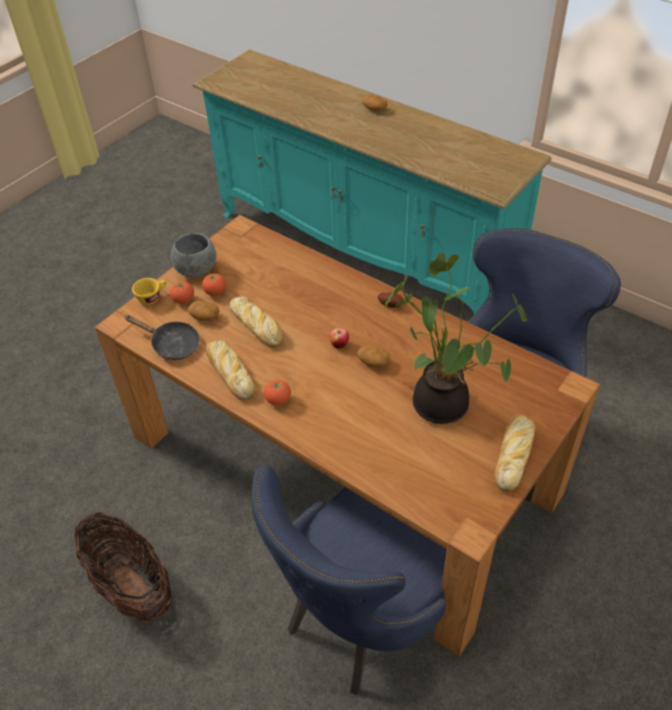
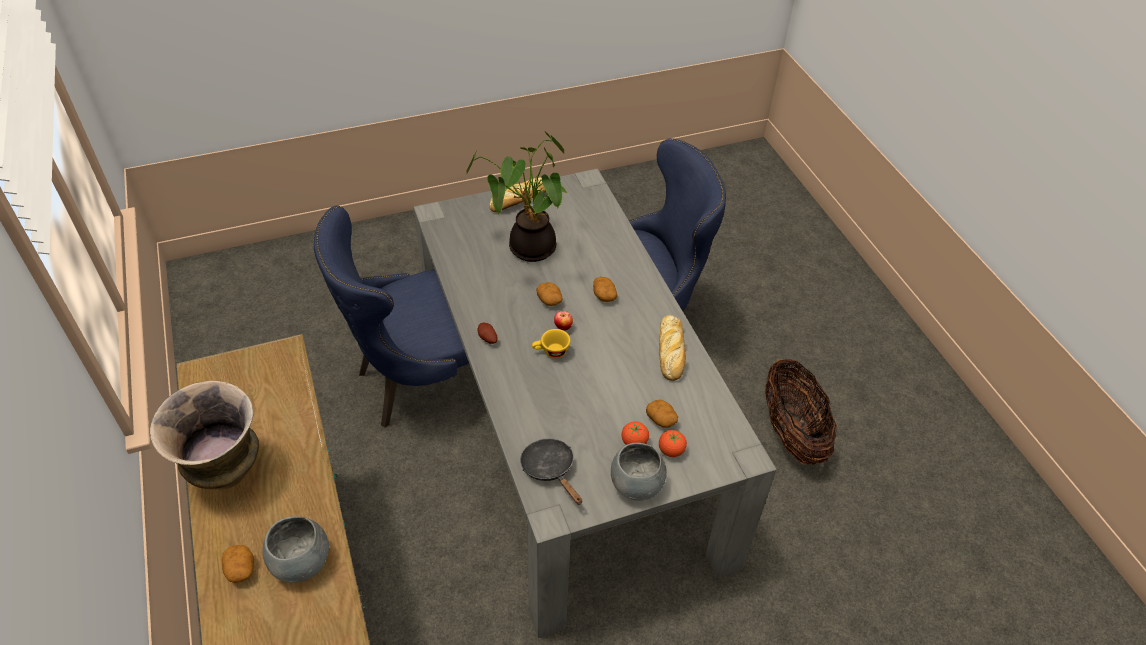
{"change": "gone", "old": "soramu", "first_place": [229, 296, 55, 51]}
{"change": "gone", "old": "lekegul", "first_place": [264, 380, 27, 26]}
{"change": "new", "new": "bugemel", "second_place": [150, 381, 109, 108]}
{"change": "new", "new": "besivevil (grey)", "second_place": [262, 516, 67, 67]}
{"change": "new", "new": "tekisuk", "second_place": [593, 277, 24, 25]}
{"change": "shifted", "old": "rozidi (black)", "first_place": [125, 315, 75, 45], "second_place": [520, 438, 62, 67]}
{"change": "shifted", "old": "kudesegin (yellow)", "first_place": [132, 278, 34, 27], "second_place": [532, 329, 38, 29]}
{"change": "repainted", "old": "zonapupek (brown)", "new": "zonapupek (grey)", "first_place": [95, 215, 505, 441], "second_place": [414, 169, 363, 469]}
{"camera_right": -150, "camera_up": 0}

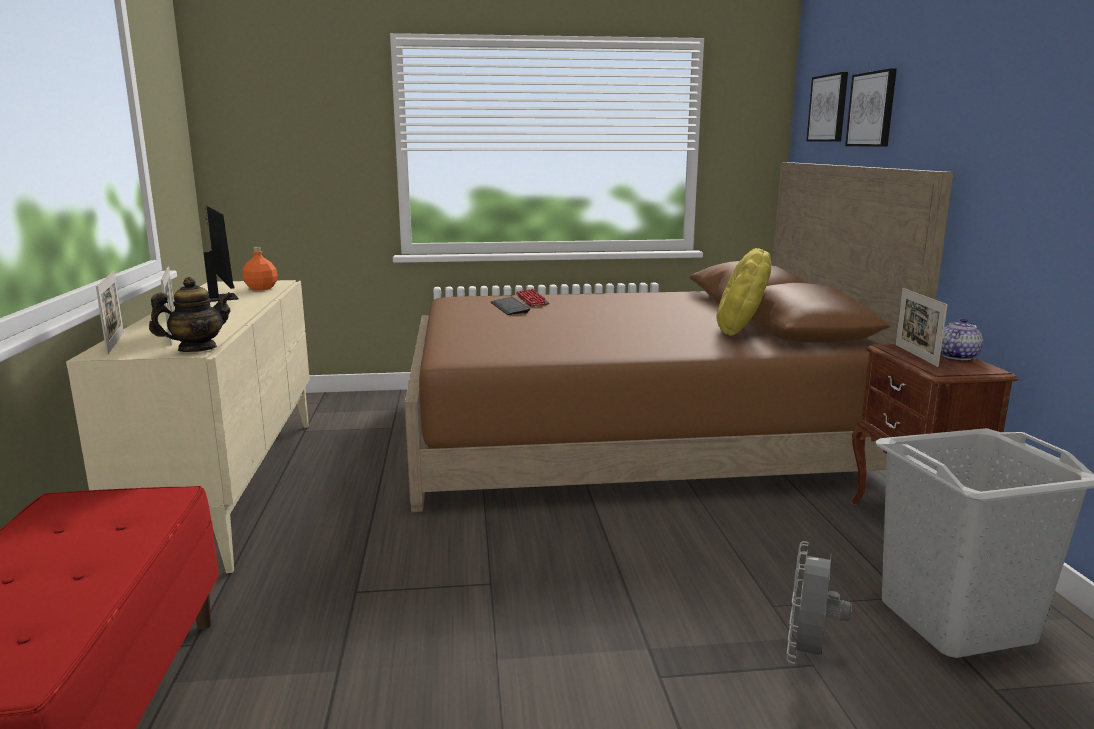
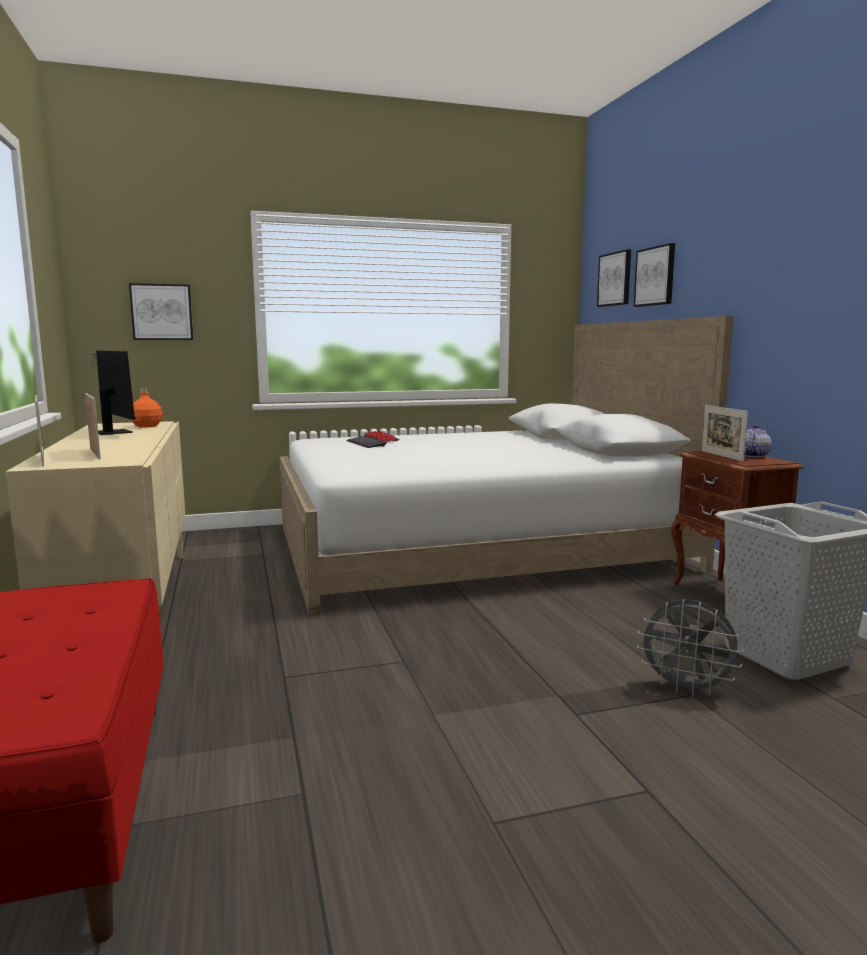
{"change": "gone", "old": "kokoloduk", "first_place": [149, 277, 84, 75]}
{"change": "gone", "old": "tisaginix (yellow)", "first_place": [716, 248, 56, 88]}
{"change": "new", "new": "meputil", "second_place": [129, 283, 64, 57]}
{"change": "repainted", "old": "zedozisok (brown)", "new": "zedozisok (white)", "first_place": [405, 162, 549, 350], "second_place": [280, 316, 454, 299]}
{"change": "rotated", "old": "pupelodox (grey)", "first_place": [787, 541, 65, 123], "second_place": [637, 599, 106, 98], "degrees": -75}
{"camera_right": -10, "camera_up": -5}

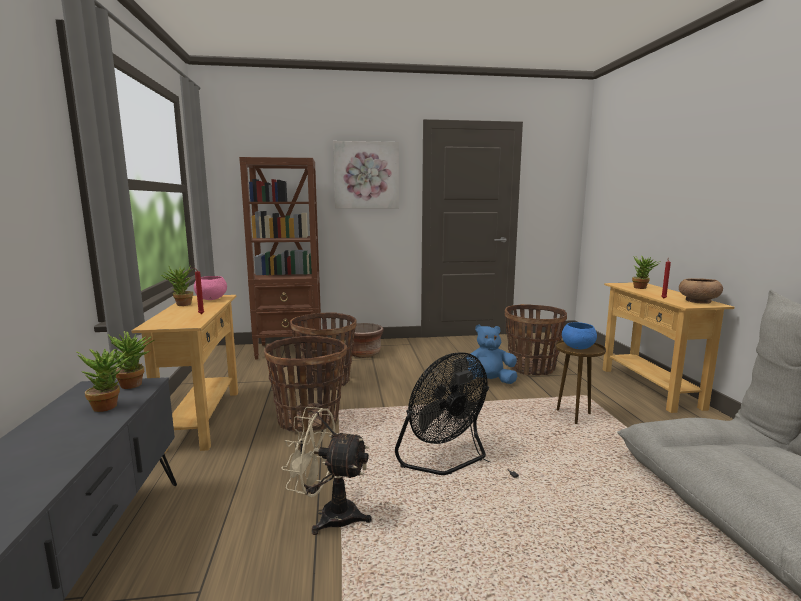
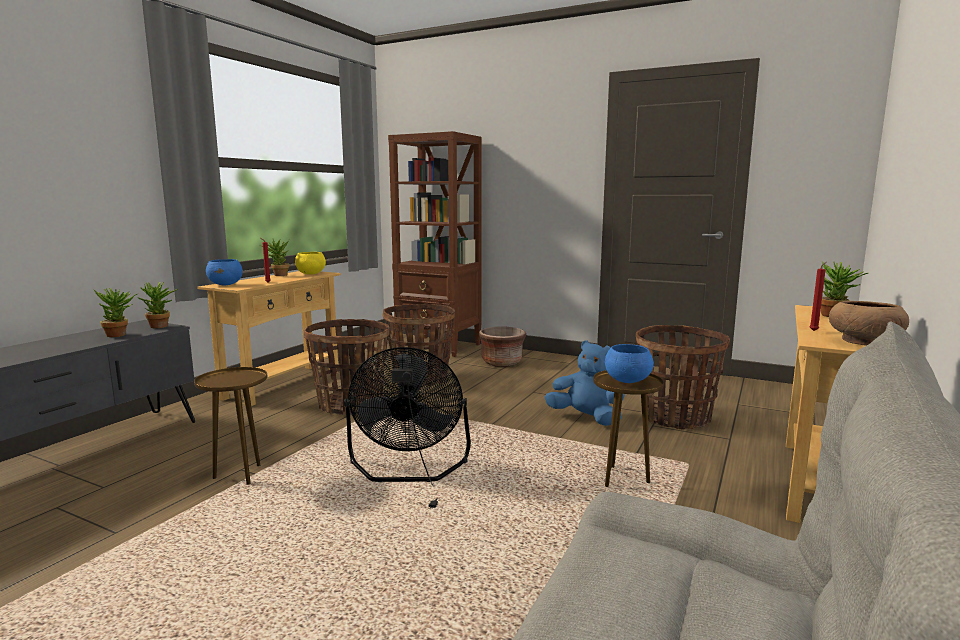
{"change": "gone", "old": "meputil", "first_place": [333, 141, 66, 67]}
{"change": "new", "new": "besivevil (blue)", "second_place": [206, 259, 37, 26]}
{"change": "swapped", "old": "pupelodox (beige)", "new": "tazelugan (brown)", "first_place": [281, 407, 91, 128], "second_place": [194, 367, 73, 118]}
{"change": "repainted", "old": "besivevil (pink)", "new": "besivevil (yellow)", "first_place": [194, 276, 33, 24], "second_place": [295, 252, 31, 23]}
{"camera_right": 35, "camera_up": 0}

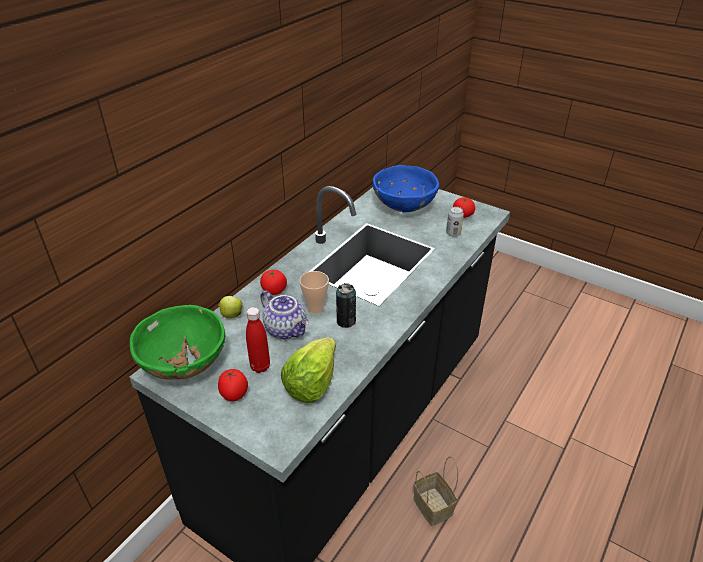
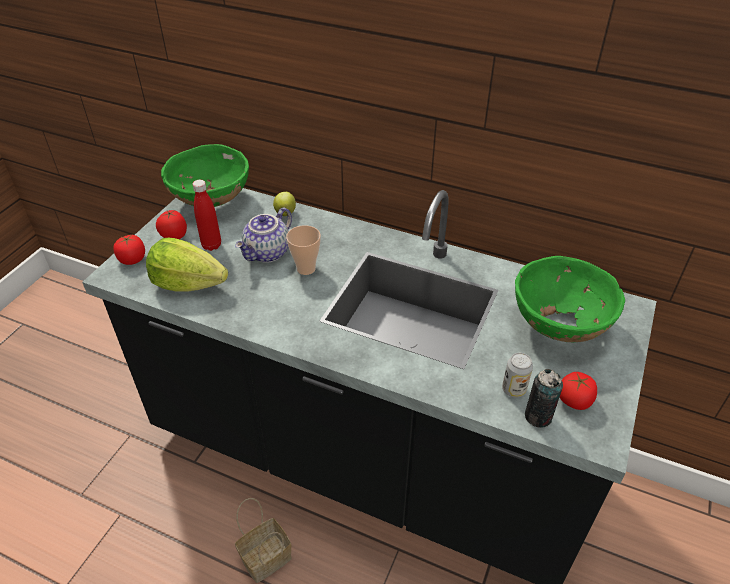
{"change": "shifted", "old": "lekegul", "first_place": [260, 269, 27, 26], "second_place": [114, 234, 31, 31]}
{"change": "shifted", "old": "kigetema", "first_place": [336, 283, 20, 45], "second_place": [525, 369, 38, 59]}
{"change": "repainted", "old": "besivevil (blue)", "new": "besivevil (green)", "first_place": [373, 165, 66, 48], "second_place": [515, 256, 110, 86]}
{"camera_right": 80, "camera_up": 5}

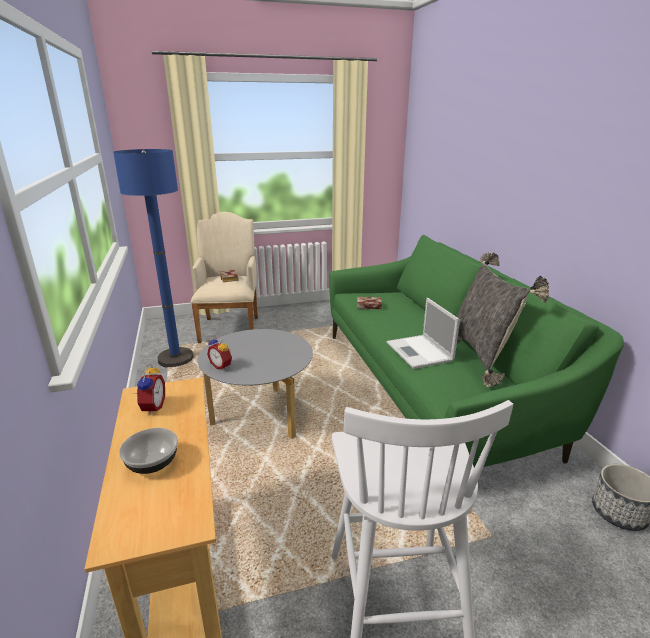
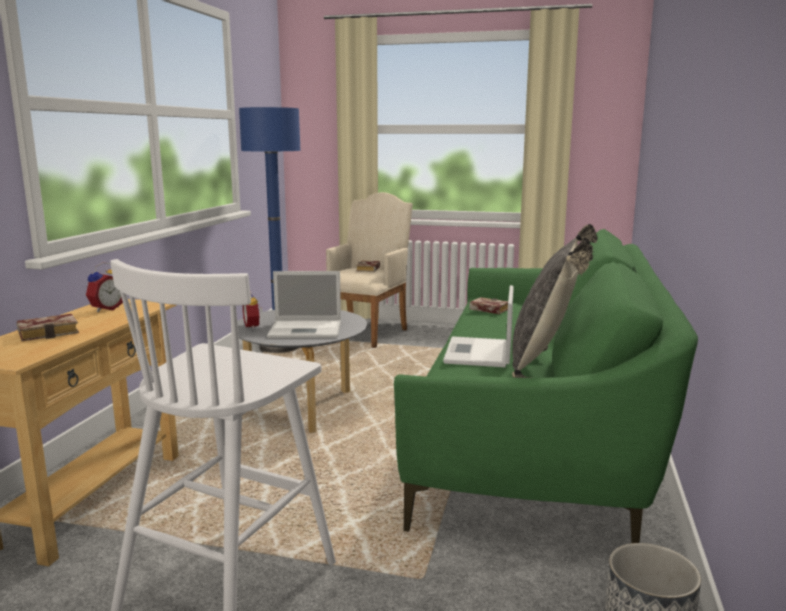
{"change": "new", "new": "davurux", "second_place": [267, 271, 74, 67]}
{"change": "swapped", "old": "besivevil", "new": "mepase", "first_place": [119, 428, 59, 46], "second_place": [17, 314, 62, 27]}
{"camera_right": 30, "camera_up": -10}

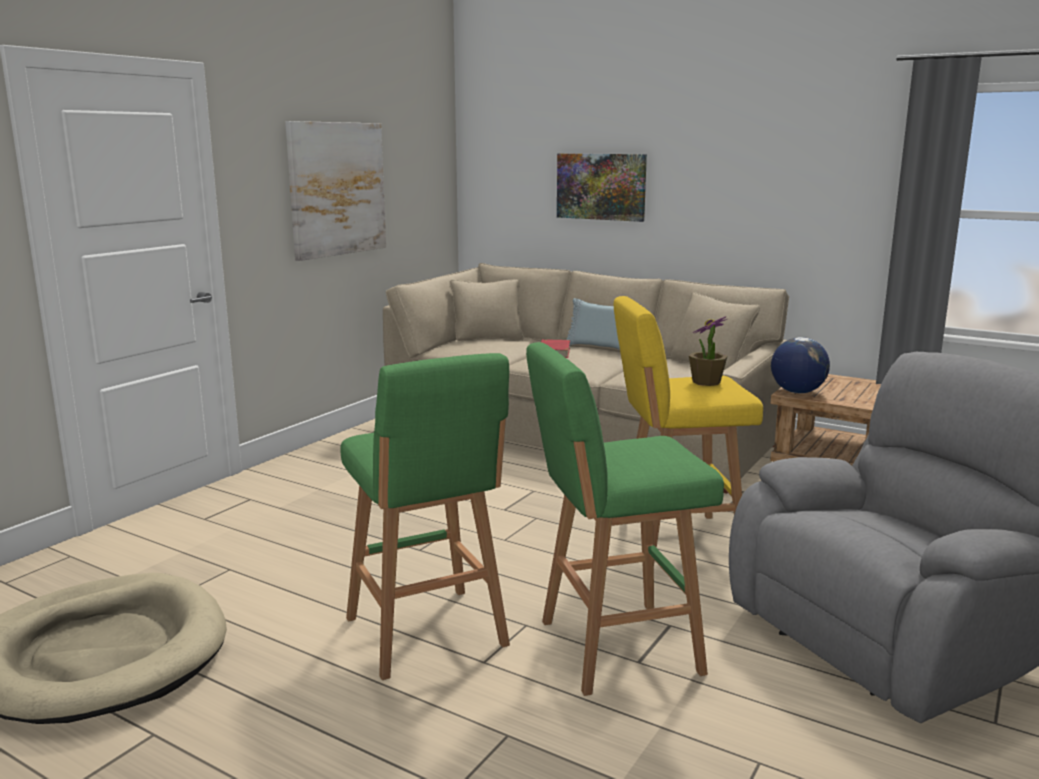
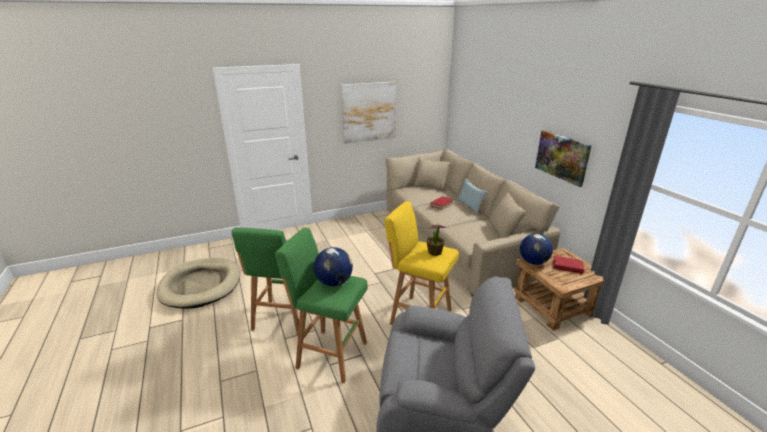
{"change": "new", "new": "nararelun", "second_place": [314, 247, 39, 39]}
{"change": "new", "new": "mepase (red)", "second_place": [553, 256, 35, 18]}
{"change": "shifted", "old": "meputil", "first_place": [557, 154, 90, 68], "second_place": [535, 130, 57, 57]}
{"camera_right": 35, "camera_up": 10}

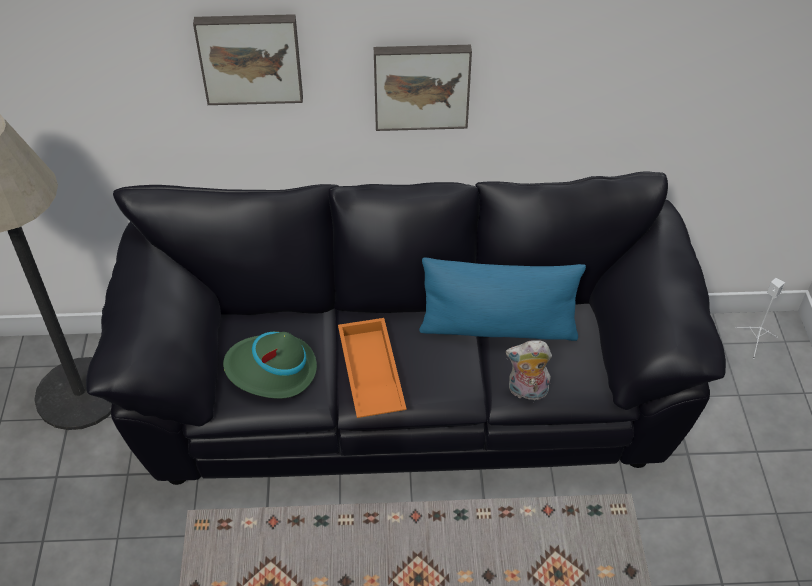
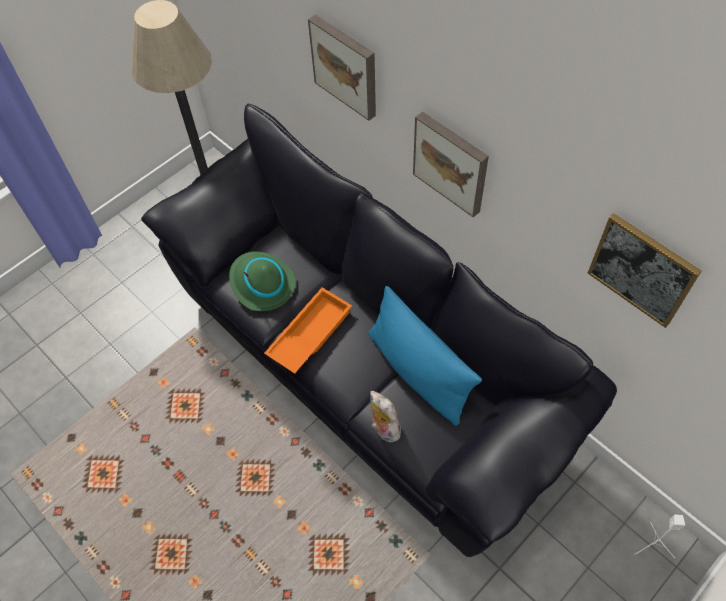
{"change": "new", "new": "meputil", "second_place": [588, 213, 114, 115]}
{"camera_right": 50, "camera_up": 10}

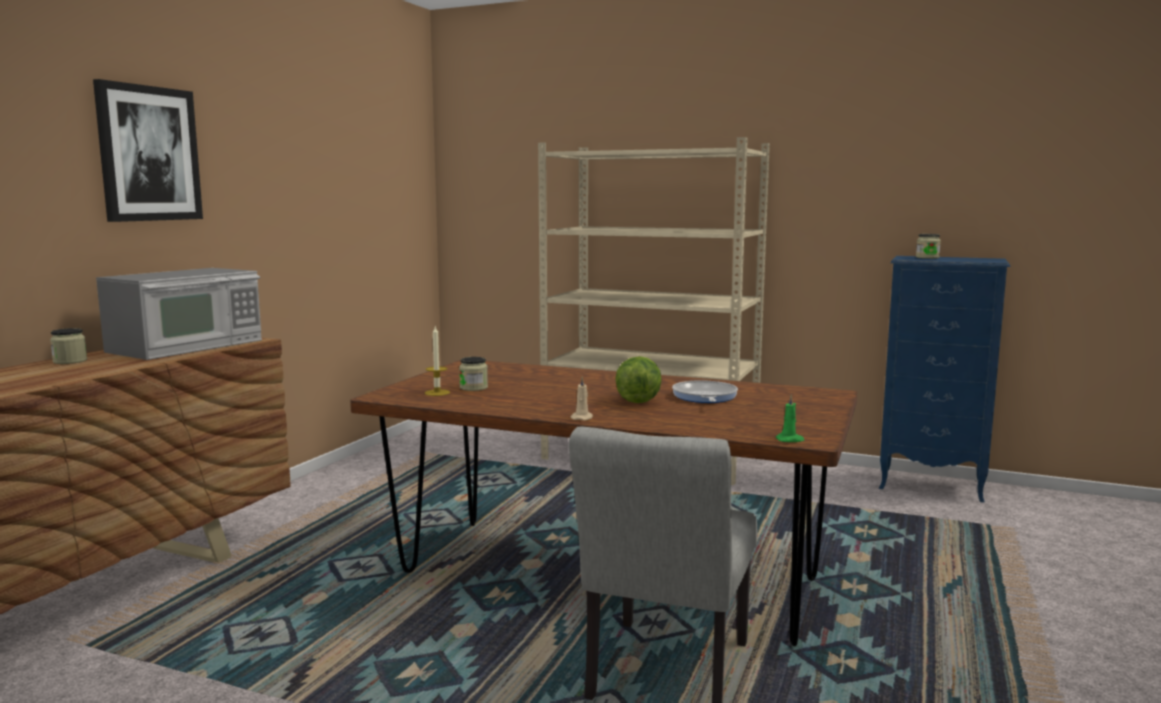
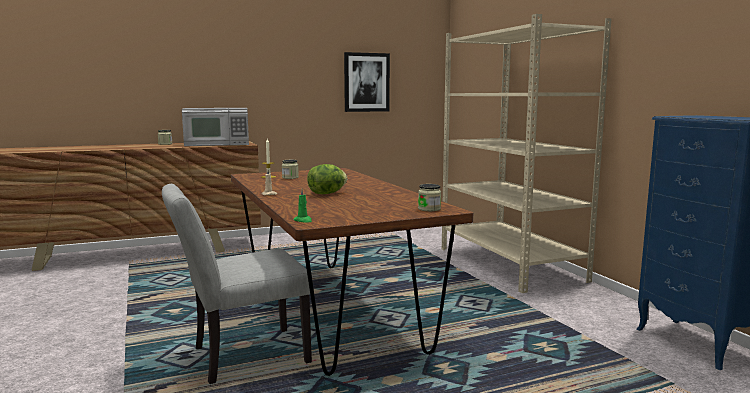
{"change": "gone", "old": "rozidi", "first_place": [672, 380, 66, 23]}
{"change": "shifted", "old": "meputil", "first_place": [93, 79, 110, 143], "second_place": [344, 52, 46, 60]}
{"change": "shifted", "old": "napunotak", "first_place": [916, 234, 25, 25], "second_place": [418, 184, 23, 27]}
{"camera_right": 45, "camera_up": 0}

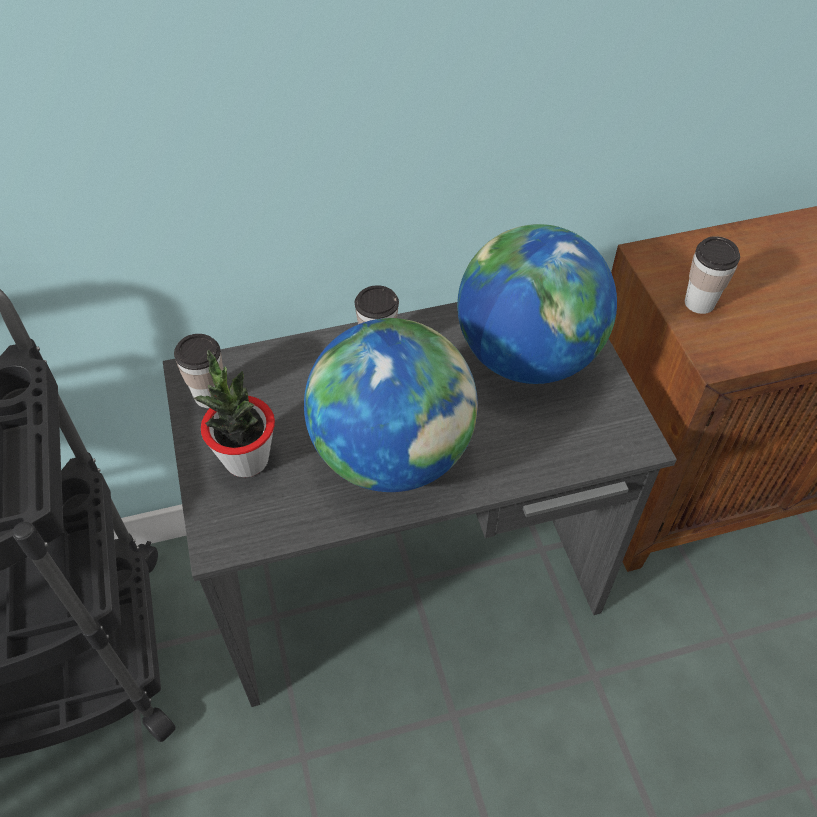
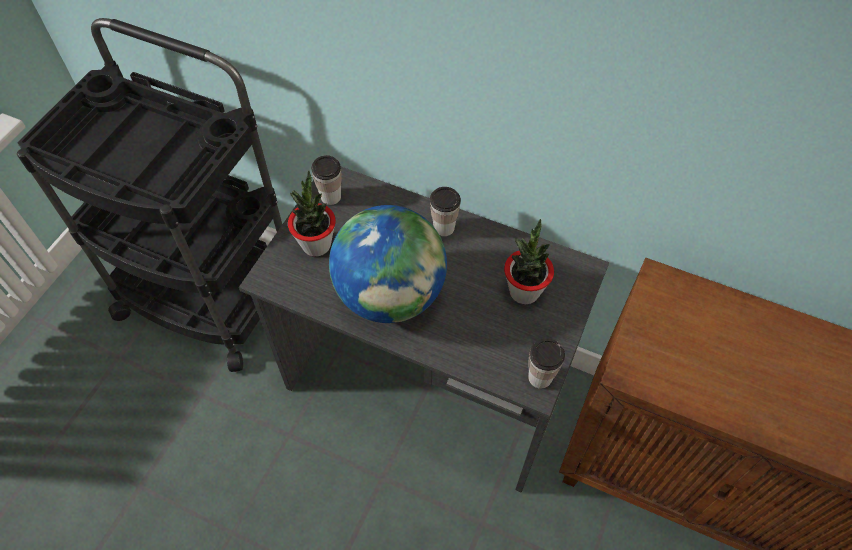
{"change": "shifted", "old": "kudesegin", "first_place": [685, 236, 55, 78], "second_place": [528, 338, 37, 51]}
{"change": "swapped", "old": "nararelun", "new": "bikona", "first_place": [457, 224, 160, 160], "second_place": [504, 219, 50, 85]}
{"camera_right": 40, "camera_up": 5}

